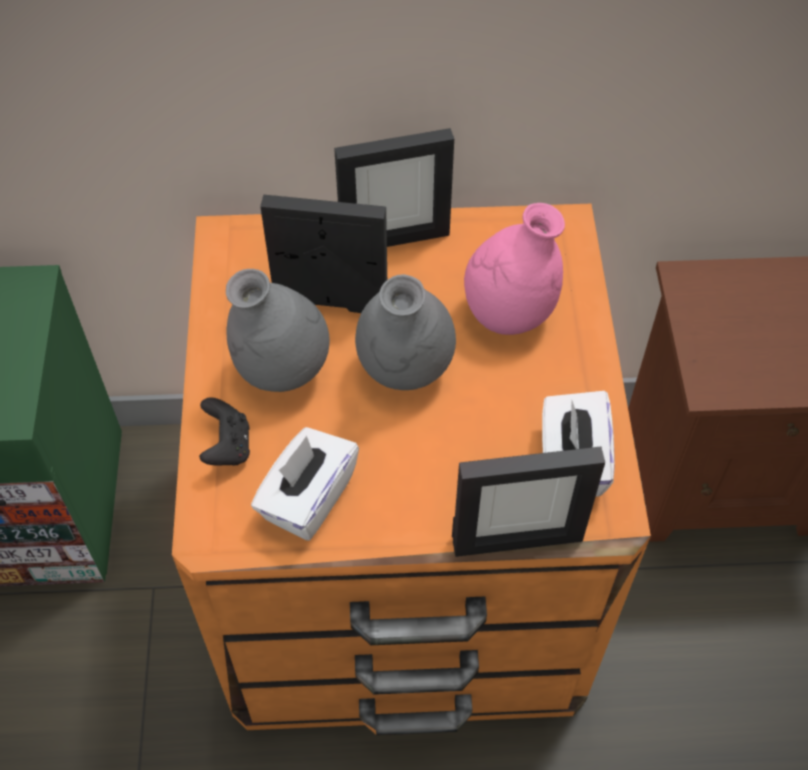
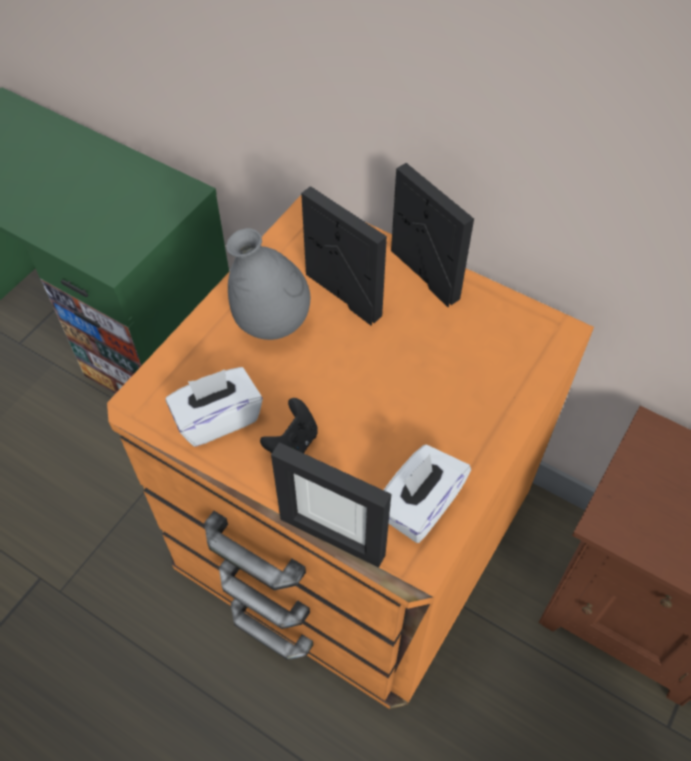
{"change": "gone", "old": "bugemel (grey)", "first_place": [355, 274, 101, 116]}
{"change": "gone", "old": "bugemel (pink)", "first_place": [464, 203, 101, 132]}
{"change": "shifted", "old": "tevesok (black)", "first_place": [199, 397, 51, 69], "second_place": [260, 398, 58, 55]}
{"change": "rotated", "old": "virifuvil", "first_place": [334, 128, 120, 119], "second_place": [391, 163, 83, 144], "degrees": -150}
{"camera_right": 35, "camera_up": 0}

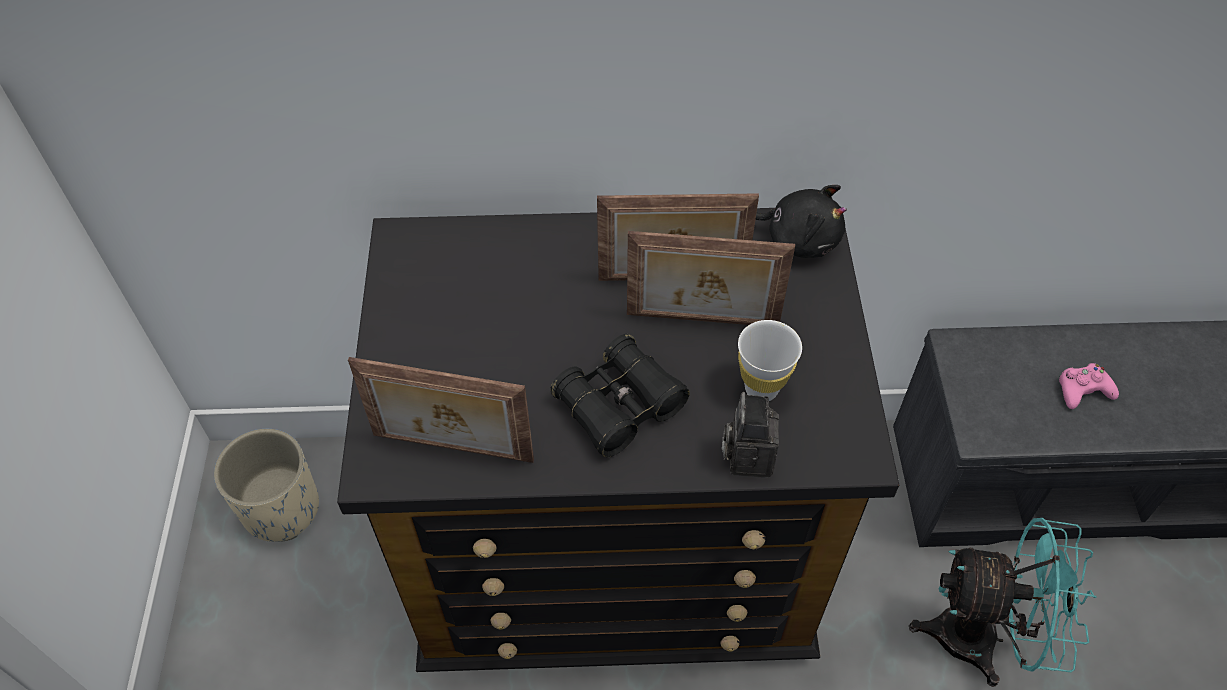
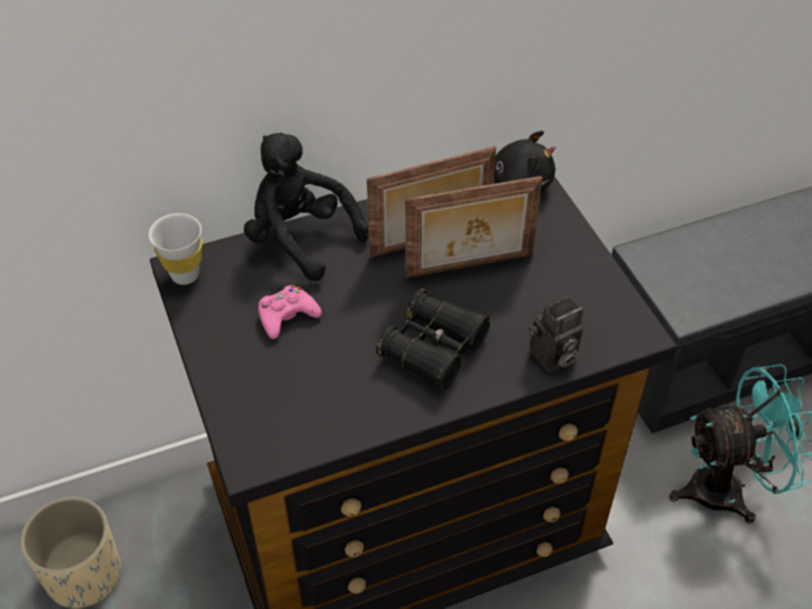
{"change": "gone", "old": "virifuvil", "first_place": [348, 357, 186, 106]}
{"change": "new", "new": "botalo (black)", "second_place": [244, 133, 125, 148]}
{"change": "shifted", "old": "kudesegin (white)", "first_place": [738, 320, 64, 81], "second_place": [149, 213, 53, 72]}
{"change": "shifted", "old": "tevesok (pink)", "first_place": [1059, 363, 60, 46], "second_place": [258, 285, 64, 54]}
{"change": "rotated", "old": "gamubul", "first_place": [722, 392, 57, 86], "second_place": [529, 296, 54, 76], "degrees": -105}
{"camera_right": -20, "camera_up": -5}

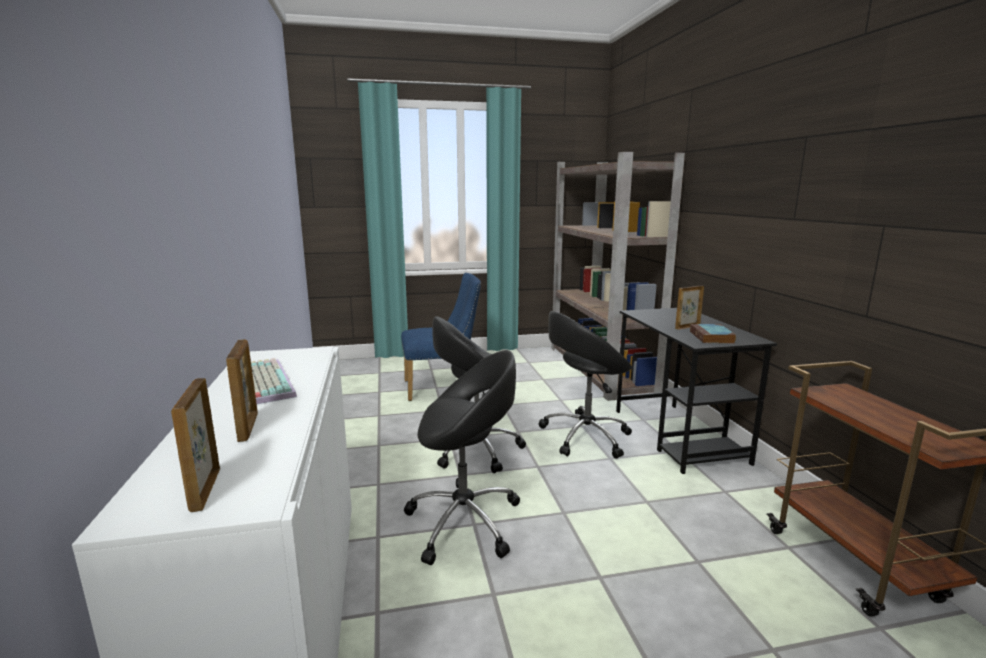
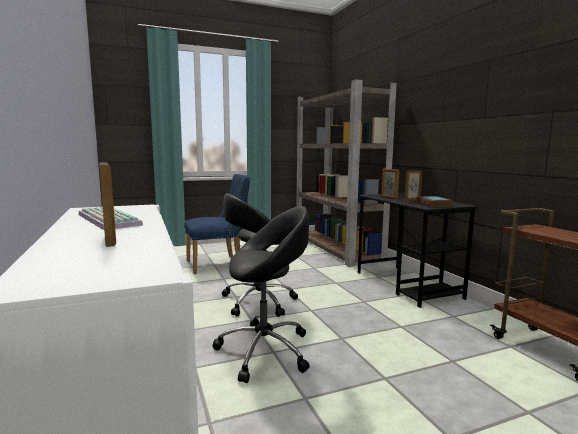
{"change": "gone", "old": "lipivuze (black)", "first_place": [538, 311, 94, 147]}
{"change": "shifted", "old": "virifuvil", "first_place": [171, 378, 49, 134], "second_place": [381, 169, 18, 30]}
{"camera_right": -10, "camera_up": -5}

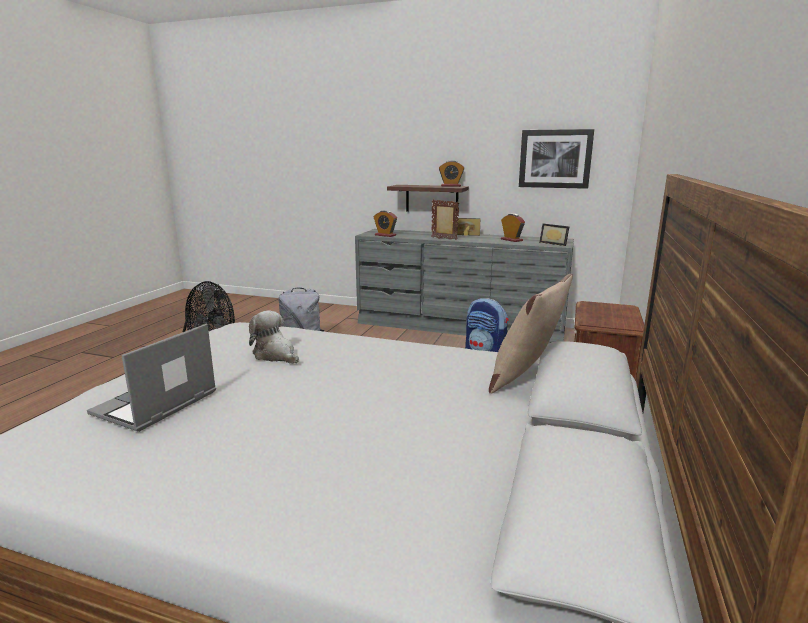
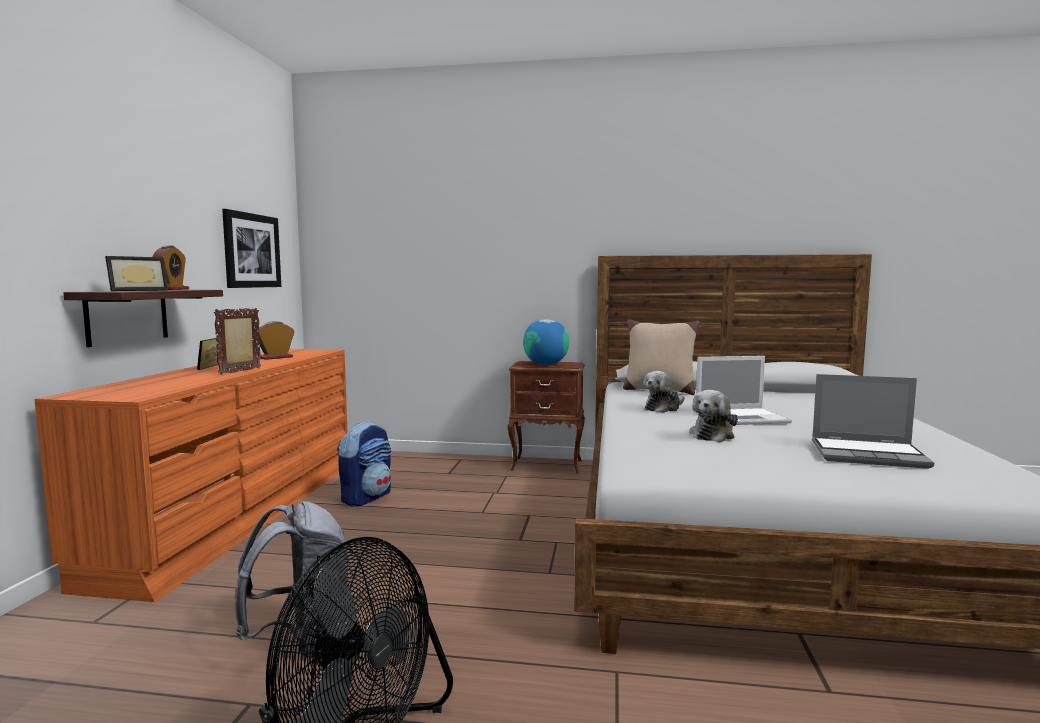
{"change": "gone", "old": "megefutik", "first_place": [374, 210, 23, 27]}
{"change": "new", "new": "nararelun", "second_place": [523, 319, 46, 46]}
{"change": "new", "new": "botalo", "second_place": [643, 371, 42, 42]}
{"change": "new", "new": "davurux", "second_place": [696, 356, 96, 69]}
{"change": "shifted", "old": "virifuvil", "first_place": [539, 224, 30, 22], "second_place": [105, 256, 63, 35]}
{"change": "repainted", "old": "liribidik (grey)", "new": "liribidik (orange)", "first_place": [355, 229, 219, 115], "second_place": [34, 349, 314, 253]}
{"camera_right": -100, "camera_up": -10}

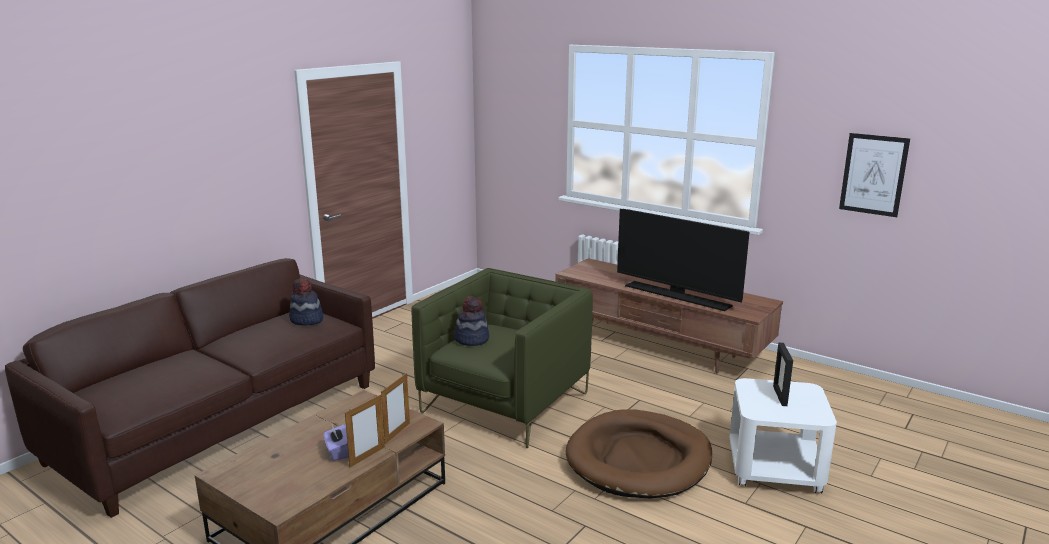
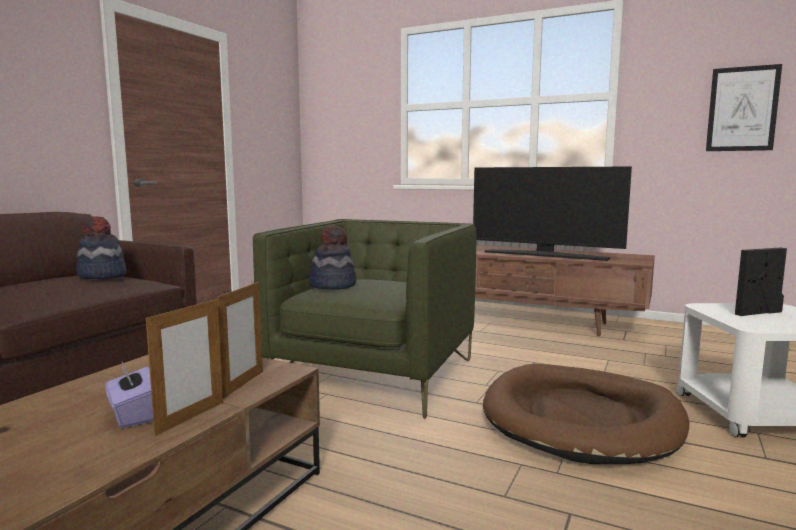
{"change": "rotated", "old": "virifuvil", "first_place": [773, 343, 20, 63], "second_place": [735, 248, 52, 68], "degrees": 75}
{"camera_right": -10, "camera_up": -10}

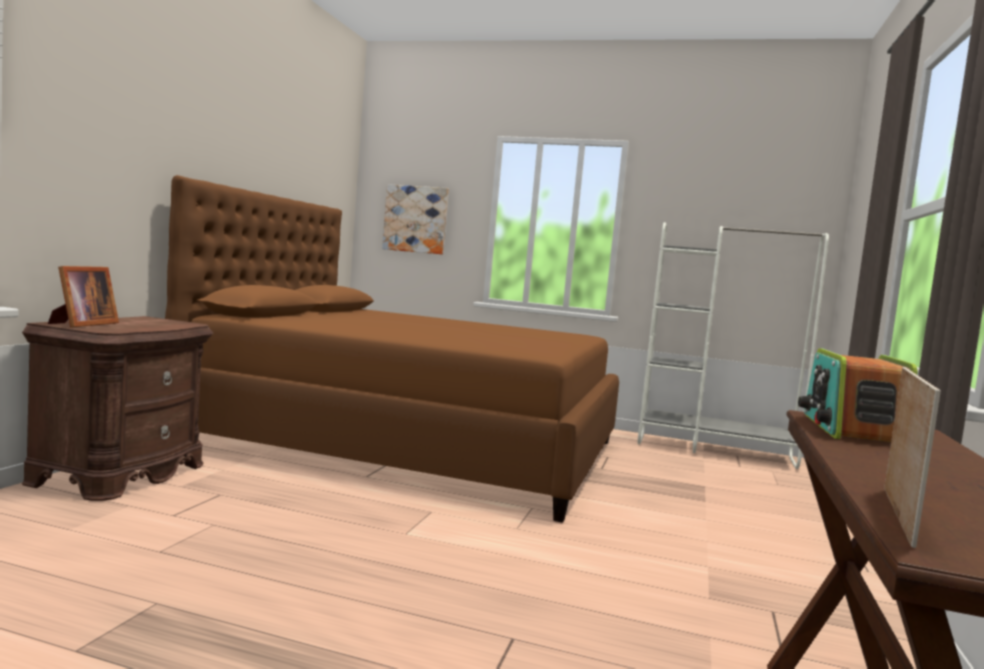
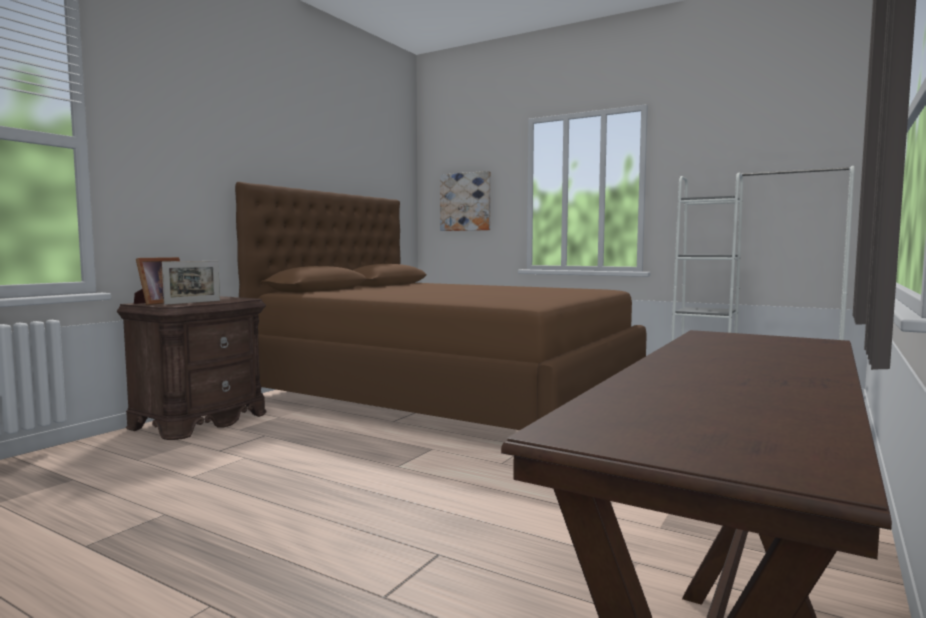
{"change": "gone", "old": "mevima", "first_place": [798, 348, 120, 94]}
{"change": "shifted", "old": "virifuvil", "first_place": [884, 367, 57, 181], "second_place": [162, 261, 58, 44]}
{"camera_right": 15, "camera_up": 0}

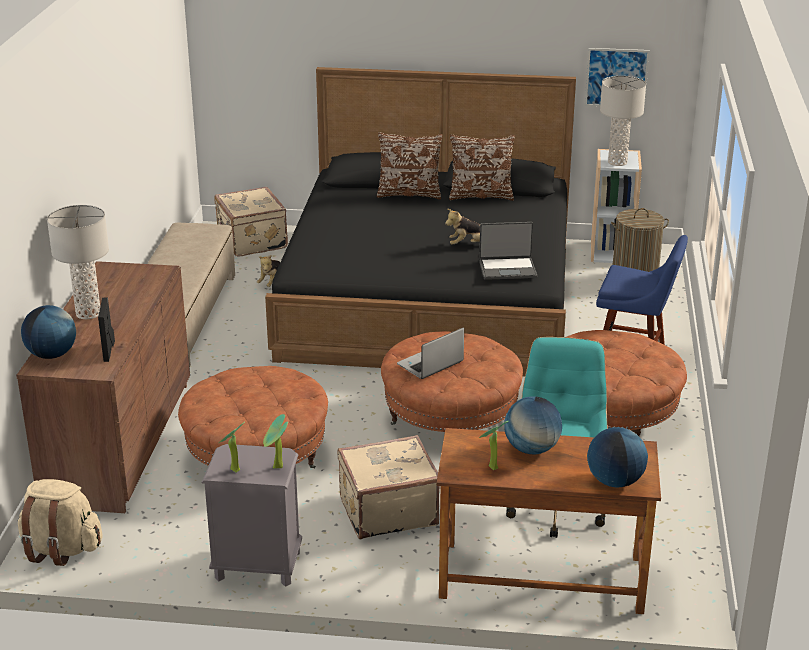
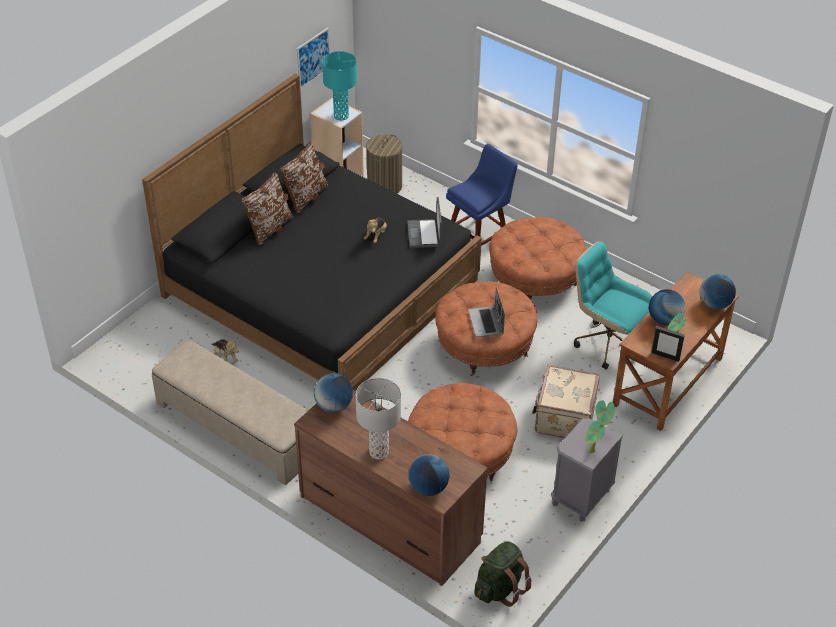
{"change": "gone", "old": "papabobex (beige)", "first_place": [214, 187, 74, 70]}
{"change": "new", "new": "nararelun", "second_place": [314, 373, 39, 39]}
{"change": "shifted", "old": "virifuvil", "first_place": [98, 297, 17, 65], "second_place": [652, 326, 33, 36]}
{"change": "repainted", "old": "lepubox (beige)", "new": "lepubox (green)", "first_place": [18, 479, 84, 87], "second_place": [474, 541, 58, 66]}
{"change": "repainted", "old": "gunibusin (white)", "new": "gunibusin (turquoise)", "first_place": [600, 76, 46, 90], "second_place": [322, 51, 35, 69]}
{"change": "rotated", "old": "davurux", "first_place": [479, 222, 58, 58], "second_place": [407, 197, 35, 51], "degrees": 150}
{"camera_right": -60, "camera_up": 15}

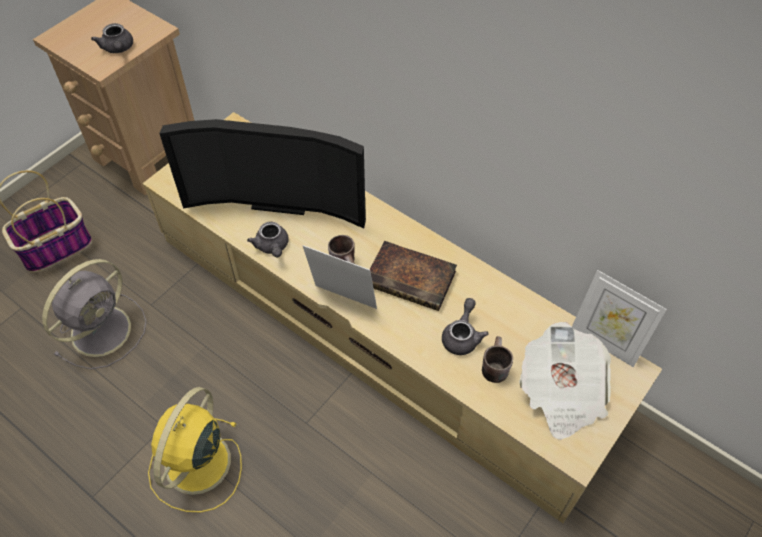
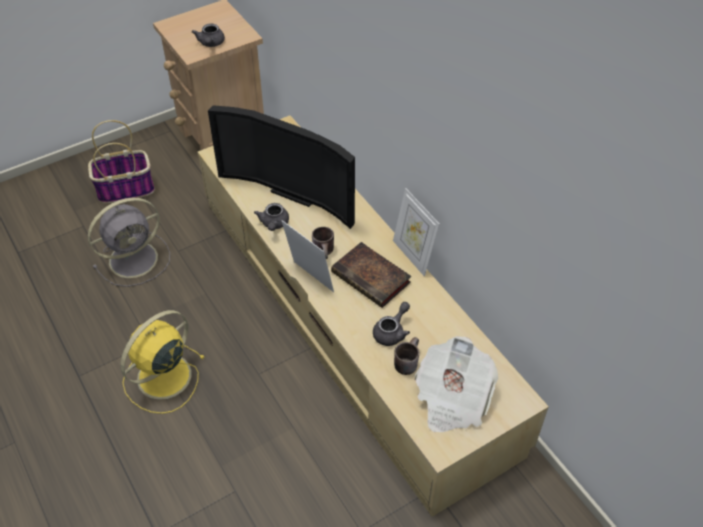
{"change": "shifted", "old": "virifuvil", "first_place": [572, 270, 95, 97], "second_place": [393, 188, 47, 88]}
{"camera_right": 20, "camera_up": -5}

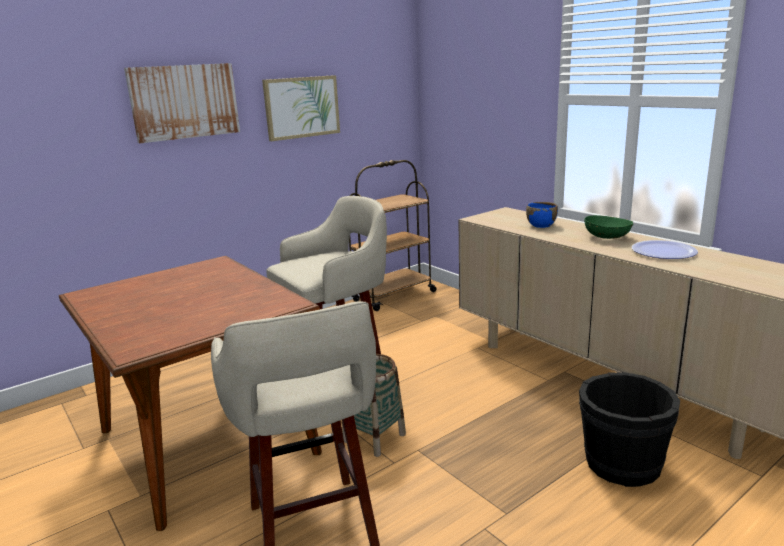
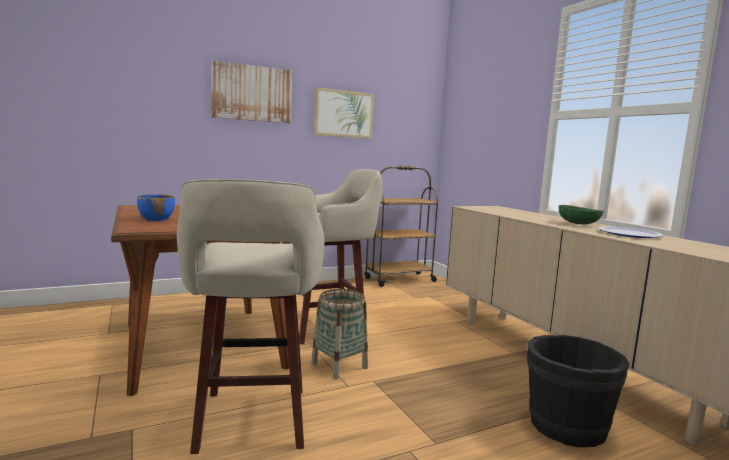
{"change": "shifted", "old": "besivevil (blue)", "first_place": [526, 202, 32, 26], "second_place": [137, 194, 38, 27]}
{"camera_right": 10, "camera_up": -10}

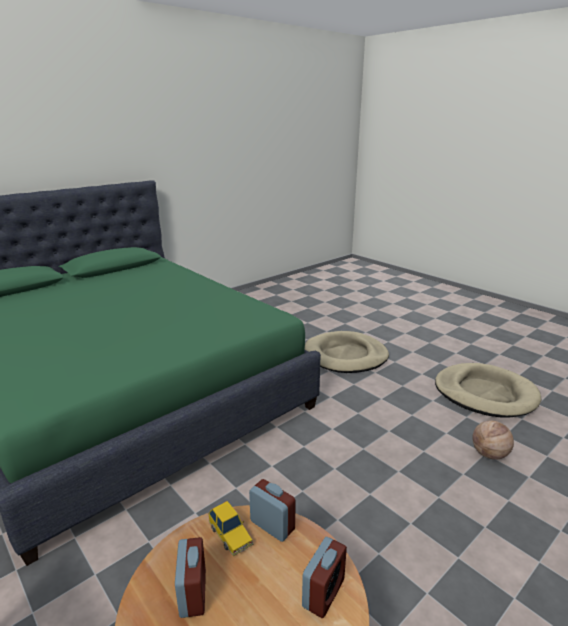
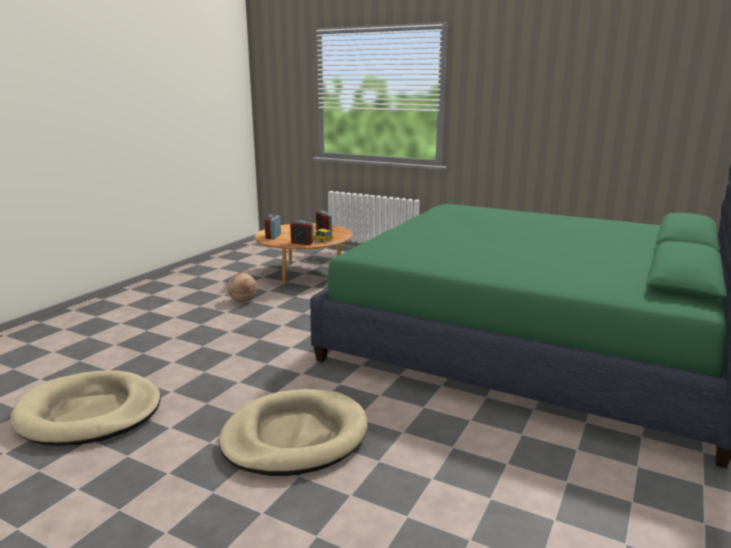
{"change": "shifted", "old": "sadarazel", "first_place": [472, 421, 42, 39], "second_place": [227, 273, 30, 29]}
{"camera_right": 160, "camera_up": -5}

